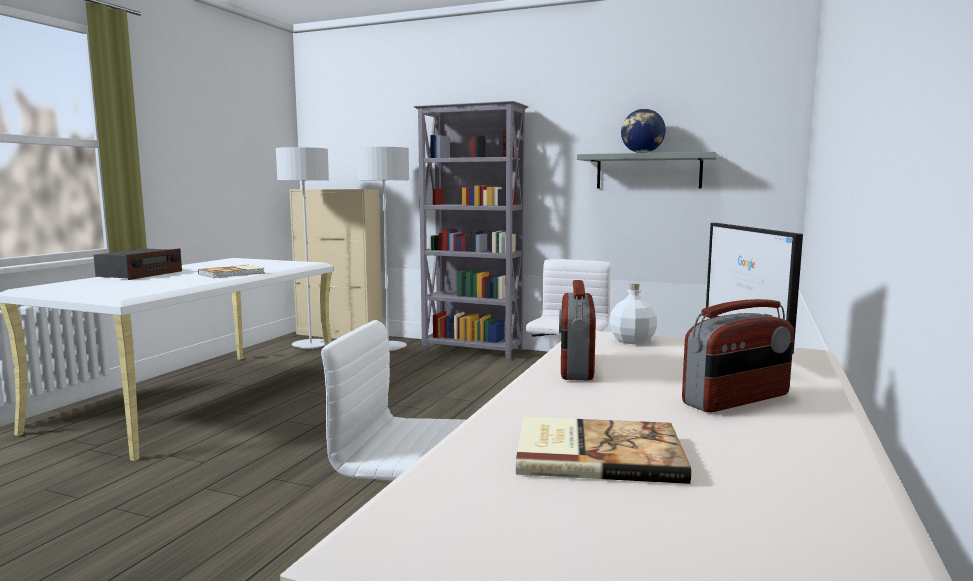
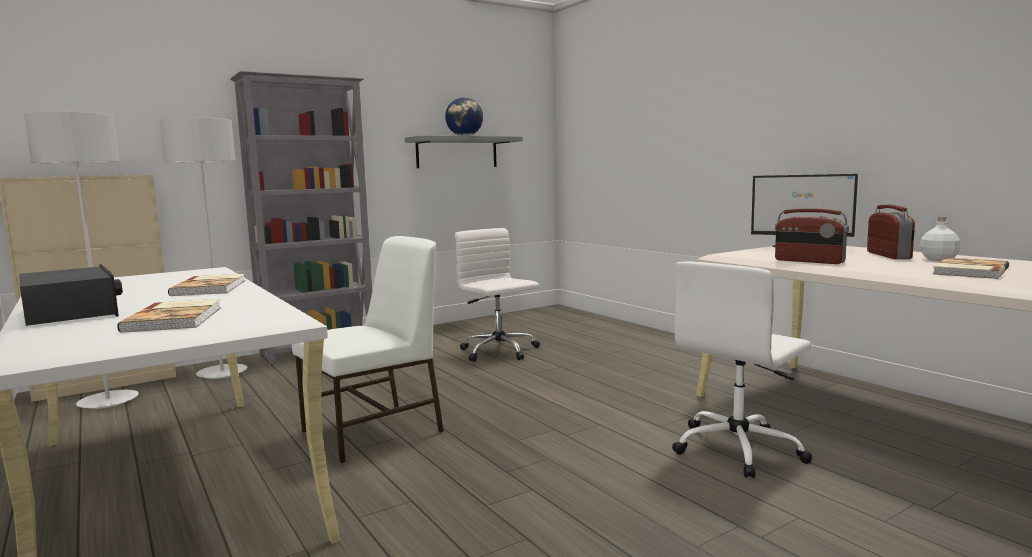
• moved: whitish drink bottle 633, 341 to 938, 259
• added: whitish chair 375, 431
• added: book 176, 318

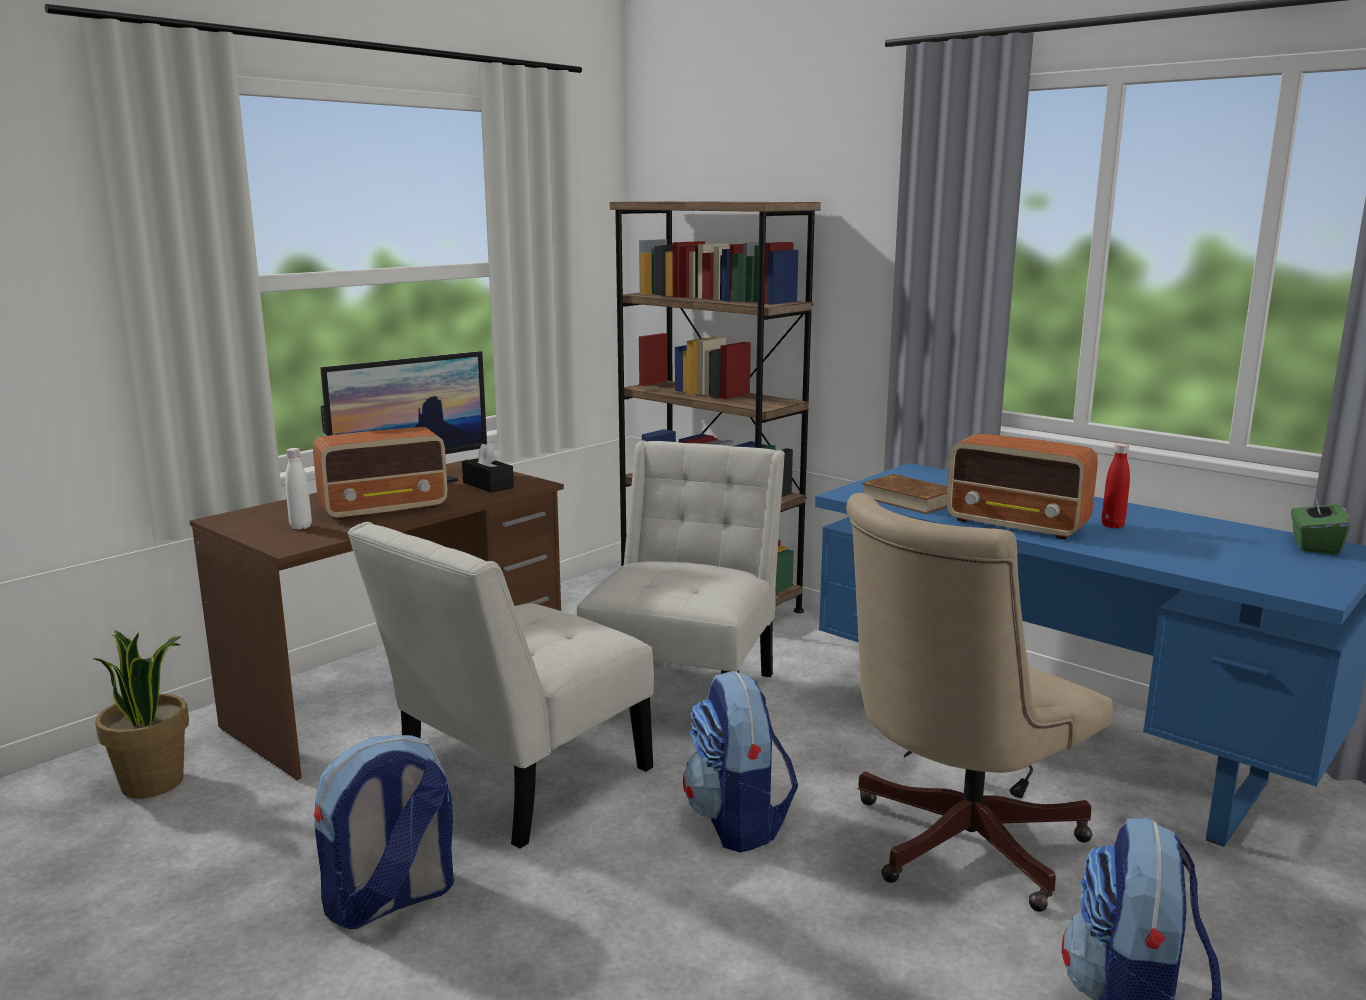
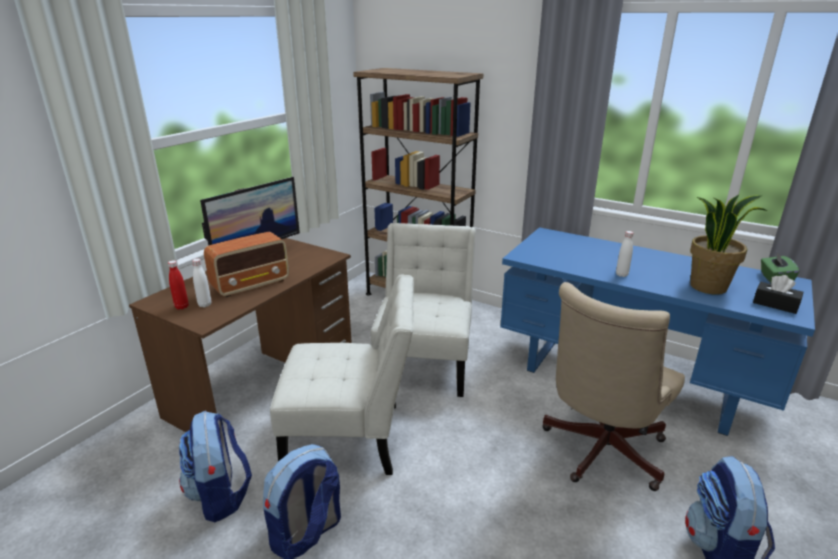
• replaced: radio 1018, 525 to whitish drink bottle 621, 275
• moved: blackish box of tissues 488, 485 to 775, 304
• moved: reddish drink bottle 1112, 525 to 182, 307
• removed: brown book 909, 500
• turned: whitish chair 515, 782 = 351, 438 120 degrees counterclockwise
• moved: houseplant 154, 782 to 708, 286
• moved: knapsack 738, 822 to 221, 495

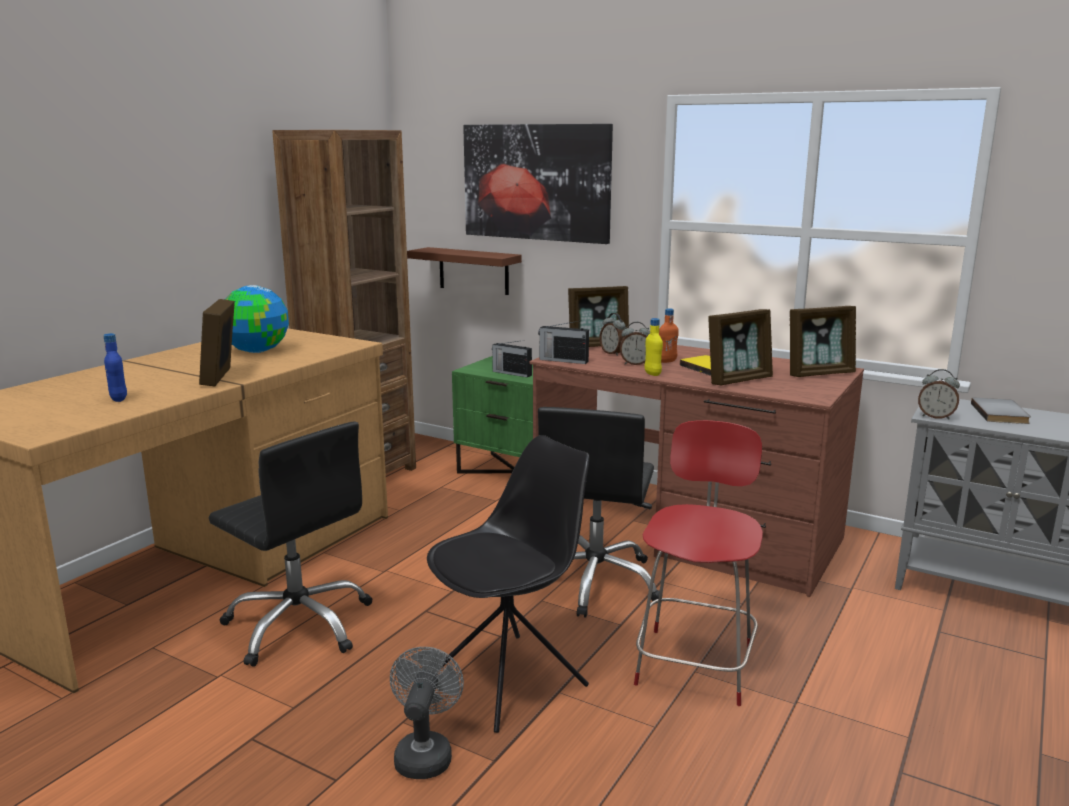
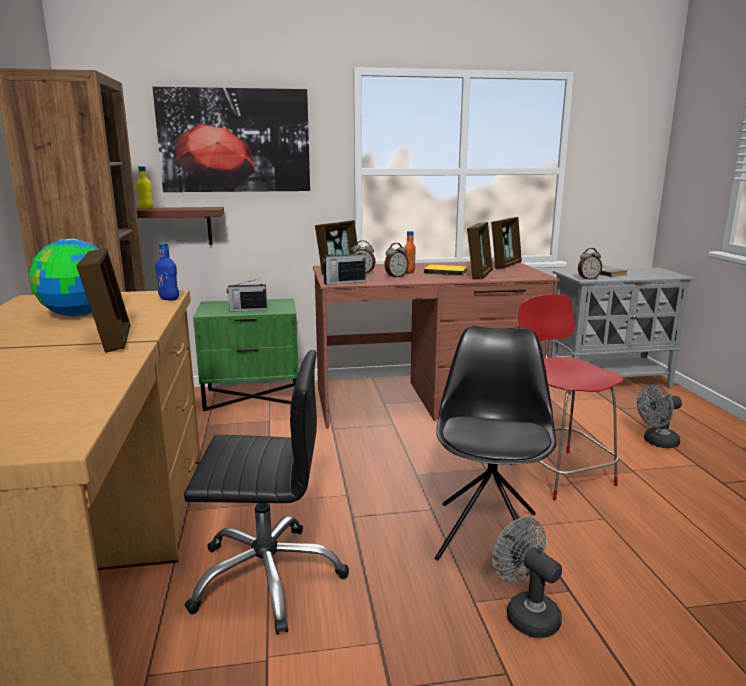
• turned: picture frame 221, 377 = 111, 340 150 degrees counterclockwise
• moved: yellow-coloured drink bottle 652, 374 to 146, 209
• moved: blue-coloured drink bottle 119, 399 to 169, 299
• removed: blackish desk chair 595, 582
• added: grey fan 656, 442

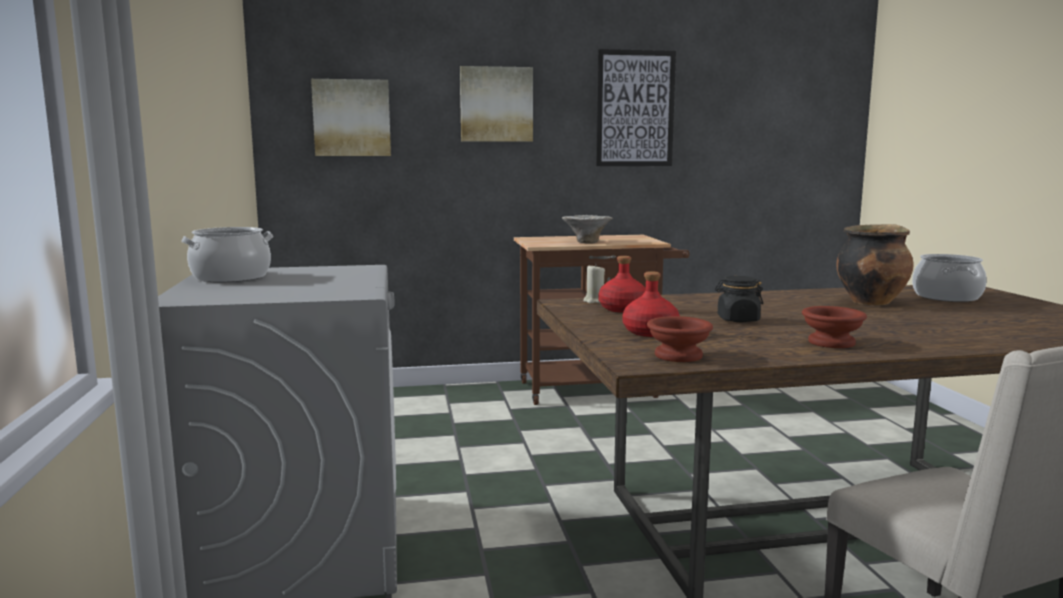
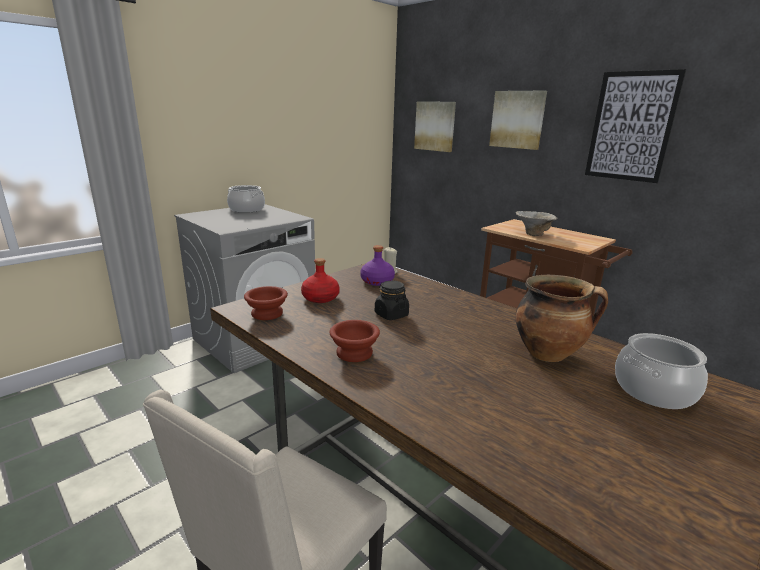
• recoloured: reddish drink bottle 623, 309 to purplish drink bottle 377, 281

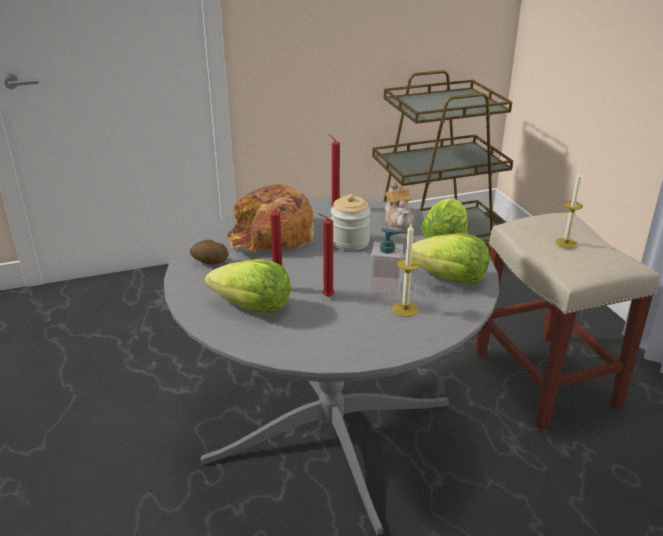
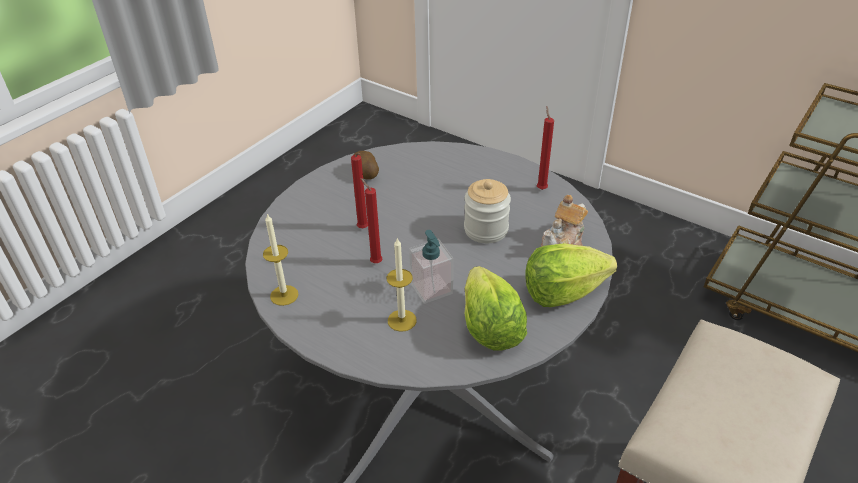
• moved: candle 565, 243 to 284, 295
• removed: bread 269, 235
• removed: head of lettuce 252, 307

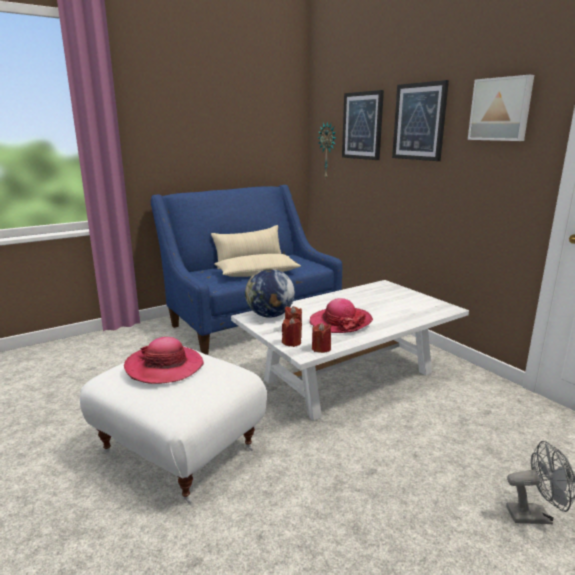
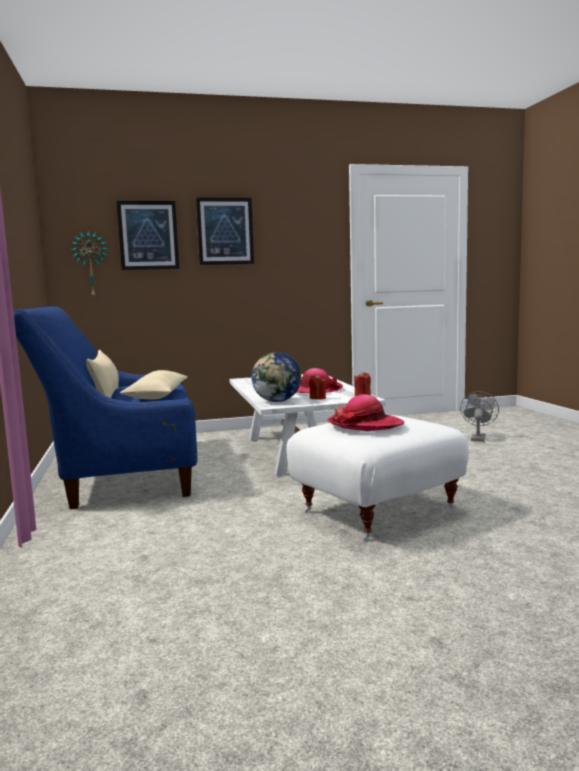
• removed: wall art 501, 109
• removed: reddish candle 291, 343

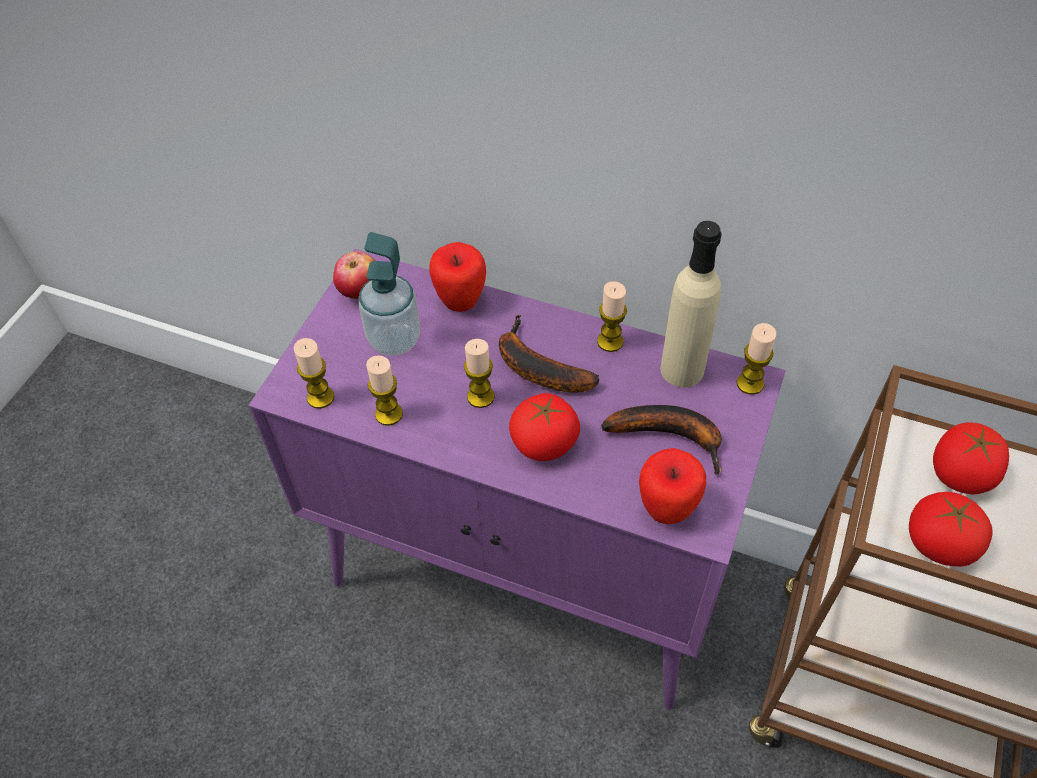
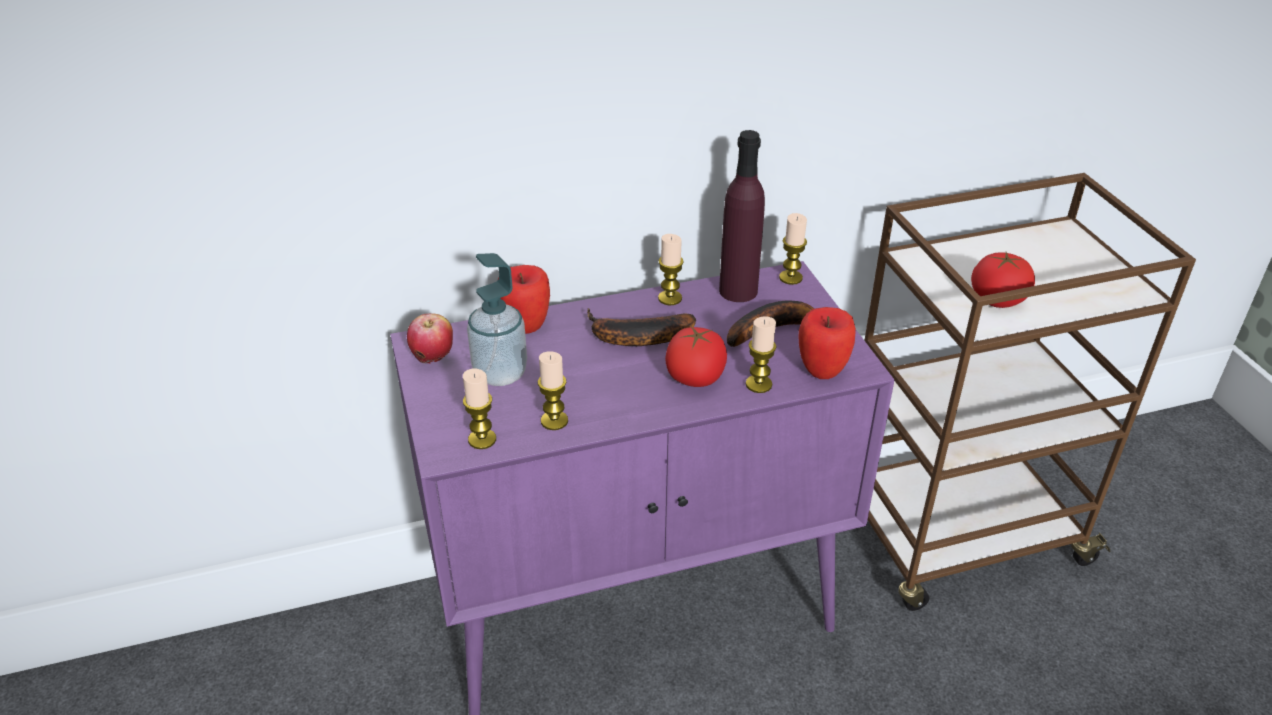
• recoloured: beige-coloured drink bottle 682, 369 to purplish drink bottle 738, 291
• moved: candle 480, 397 to 758, 384
• removed: whole tomato 960, 474

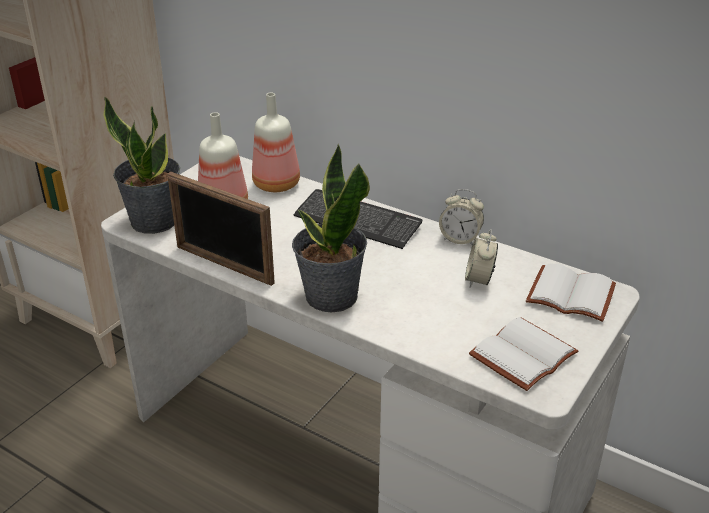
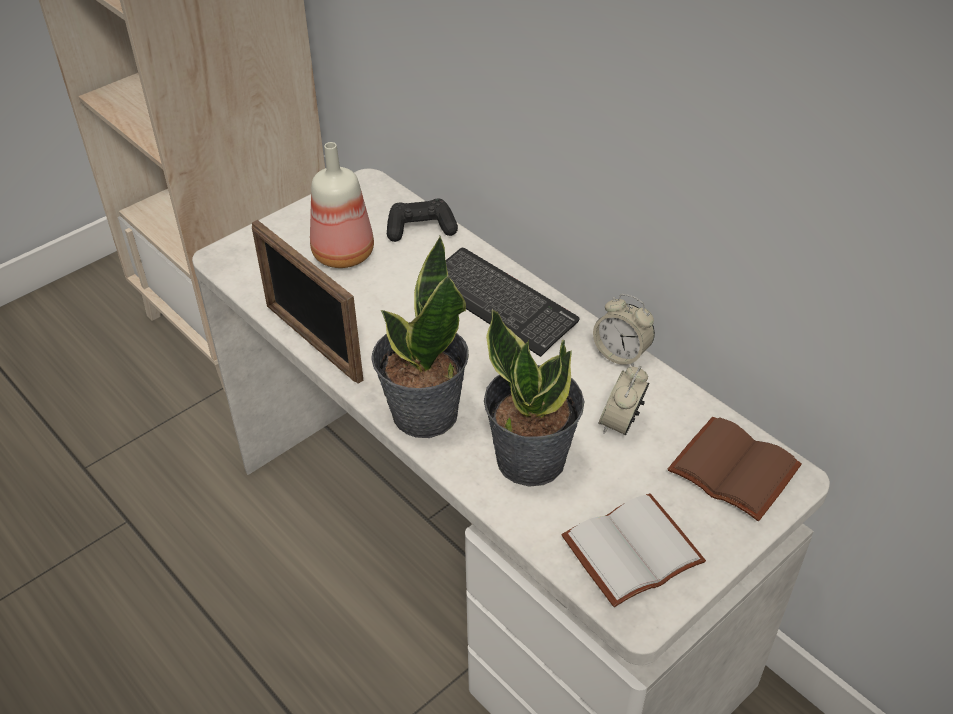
• replaced: drink bottle 277, 184 to blackish game controller 421, 228
• moved: houseplant 154, 220 to 531, 458
• recoloured: whitish book 569, 296 to brown book 730, 471

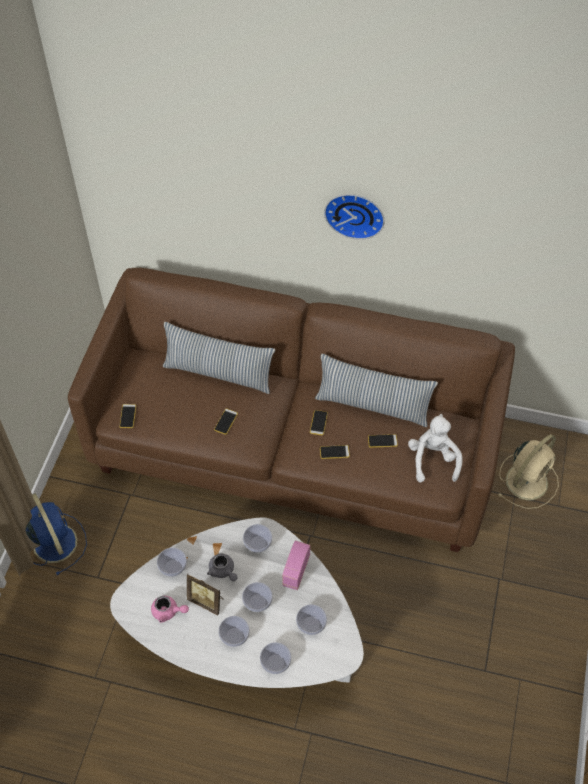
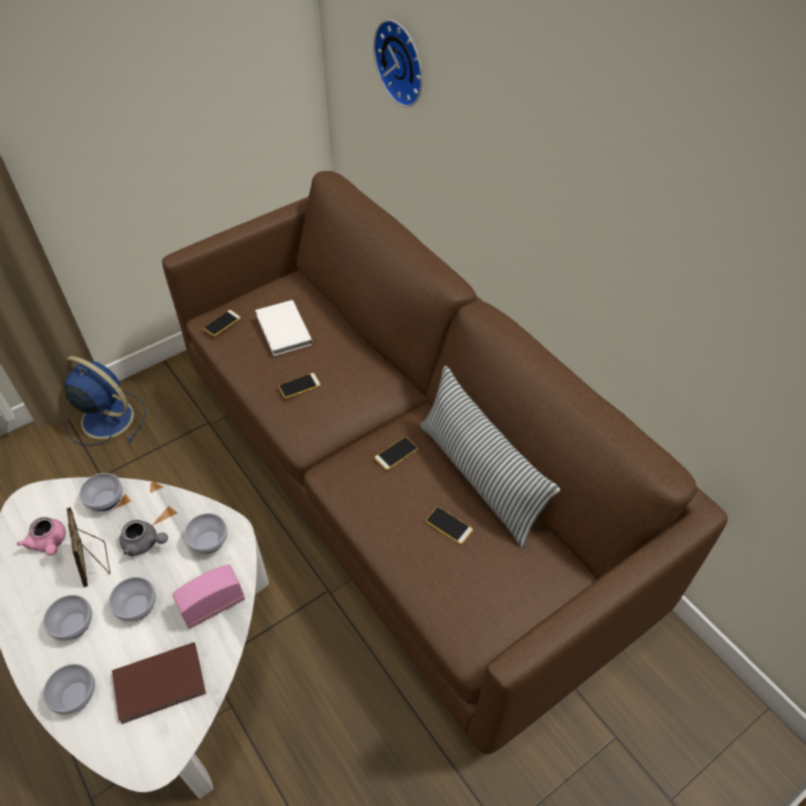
• moved: hanging clock 355, 213 to 403, 62
• removed: throw pillow 218, 373
• removed: whitish plush toy 433, 459
• removed: beige-coloured fan 527, 480
• removed: telephone 334, 452
• turned: blue-coloured fan 54, 541 = 105, 418 75 degrees counterclockwise
• turned: grey teapot 223, 571 = 144, 543 75 degrees counterclockwise
• replaced: deep dish 312, 624 to brown book 161, 684
• added: whitish book 282, 330

